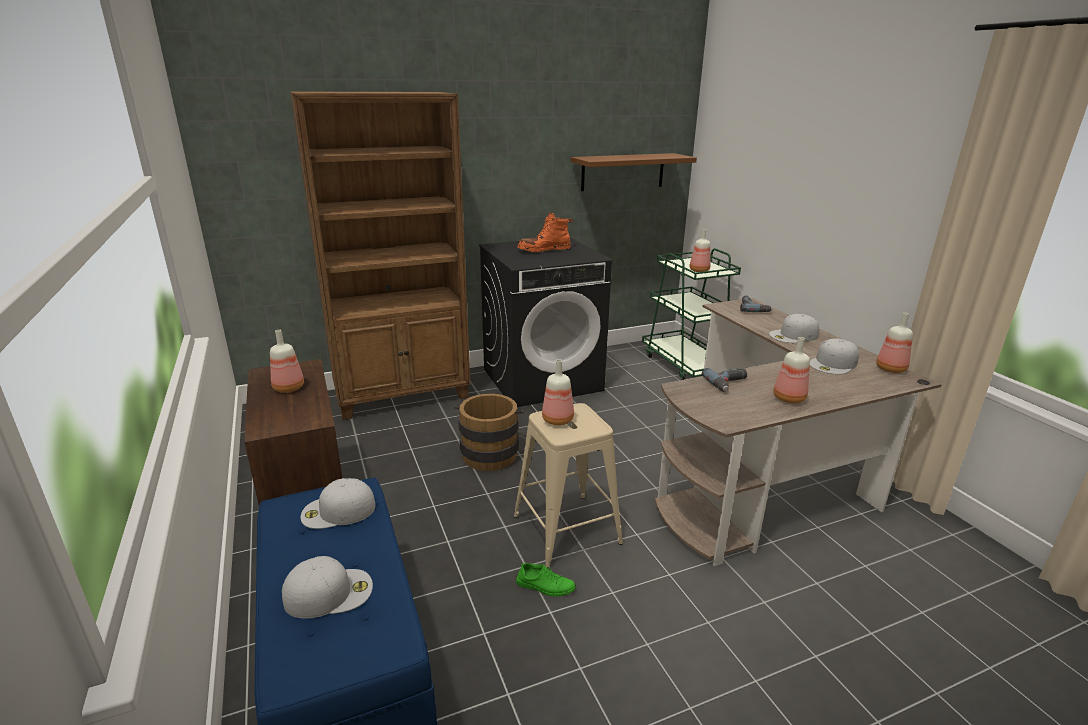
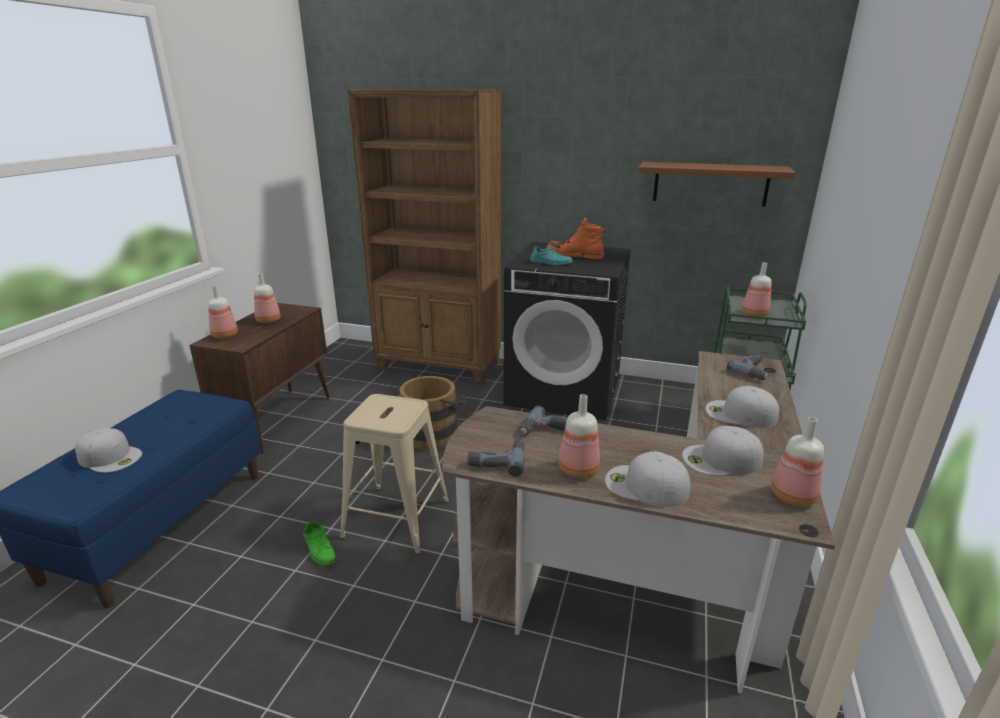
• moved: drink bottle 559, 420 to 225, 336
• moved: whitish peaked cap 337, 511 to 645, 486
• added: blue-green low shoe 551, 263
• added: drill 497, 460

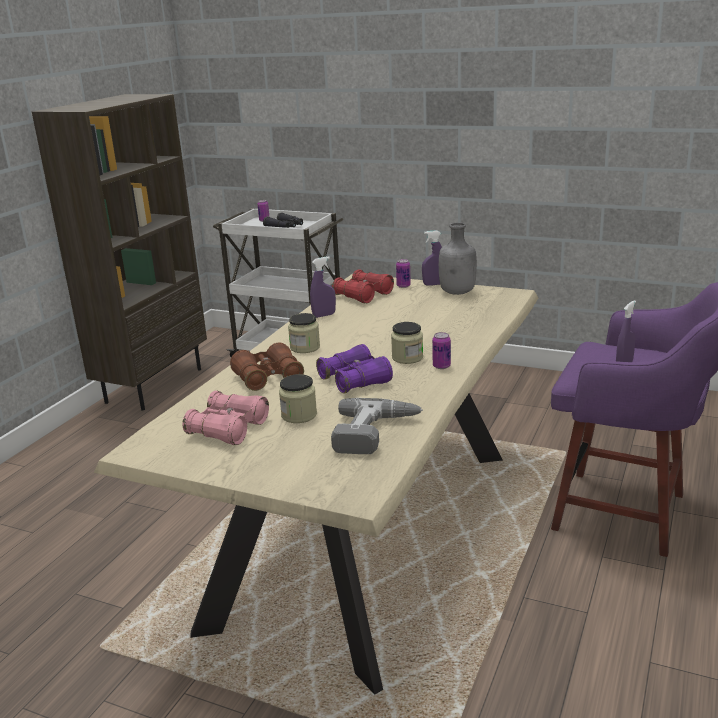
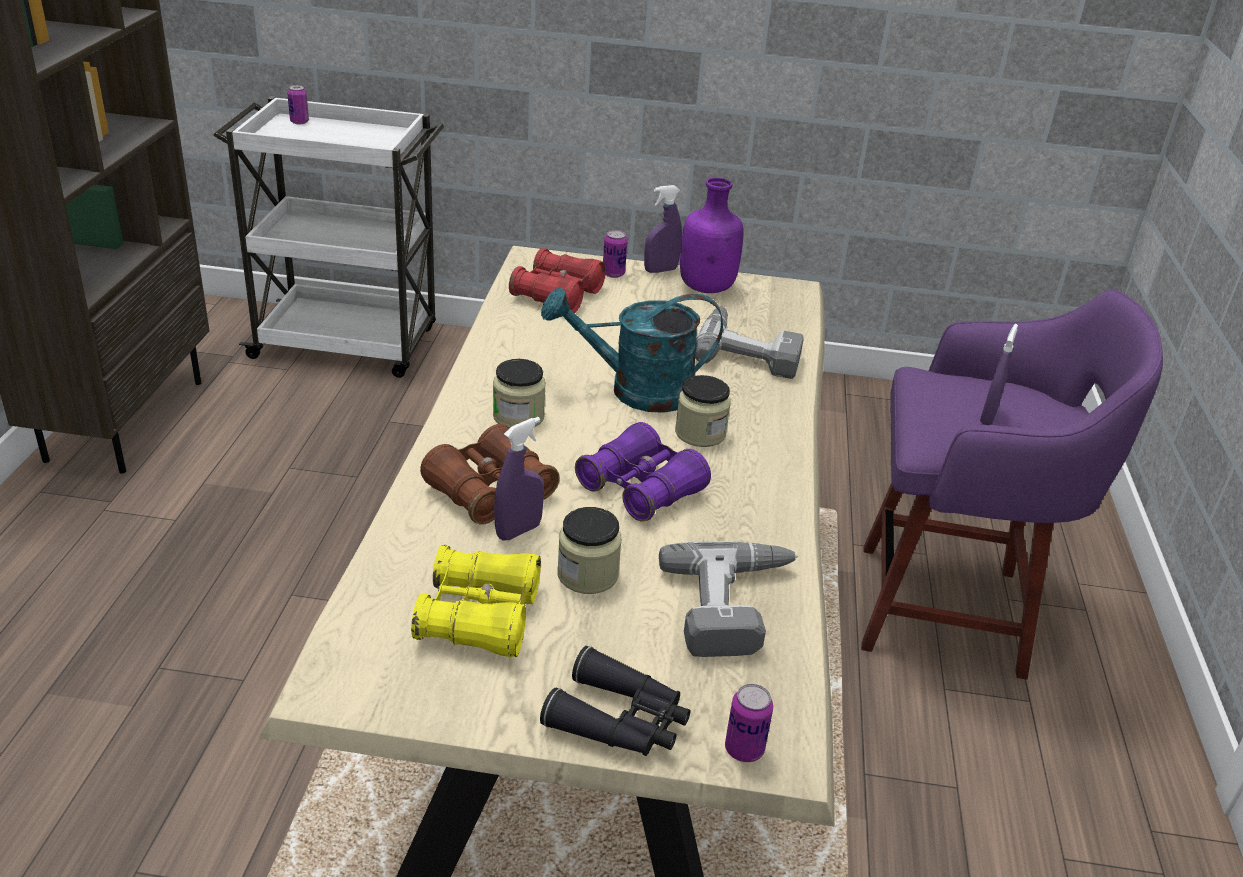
• moved: blackish binoculars 286, 227 to 620, 720
• recoloured: grey drink bottle 458, 292 to purplish drink bottle 708, 288
• moved: purplish spray bottle 324, 315 to 518, 531
• moved: can 441, 366 to 744, 749
• recoloured: pinkish binoculars 228, 429 to yellow-coloured binoculars 479, 617
• added: blue-green watering can 636, 391
• added: drill 749, 350

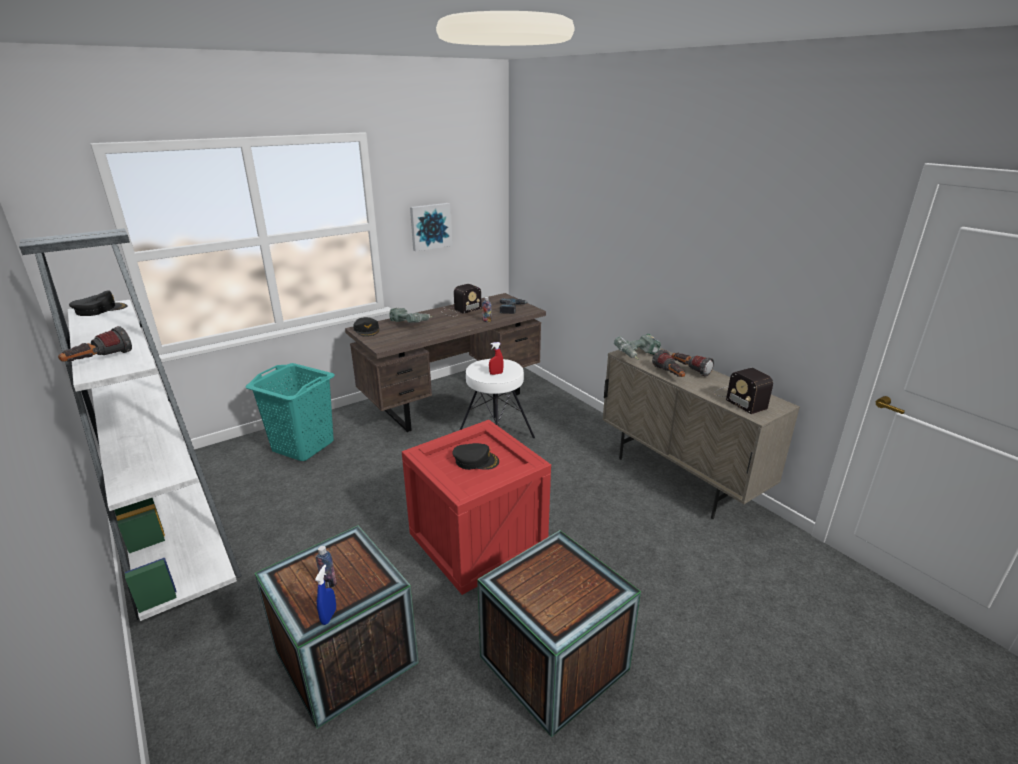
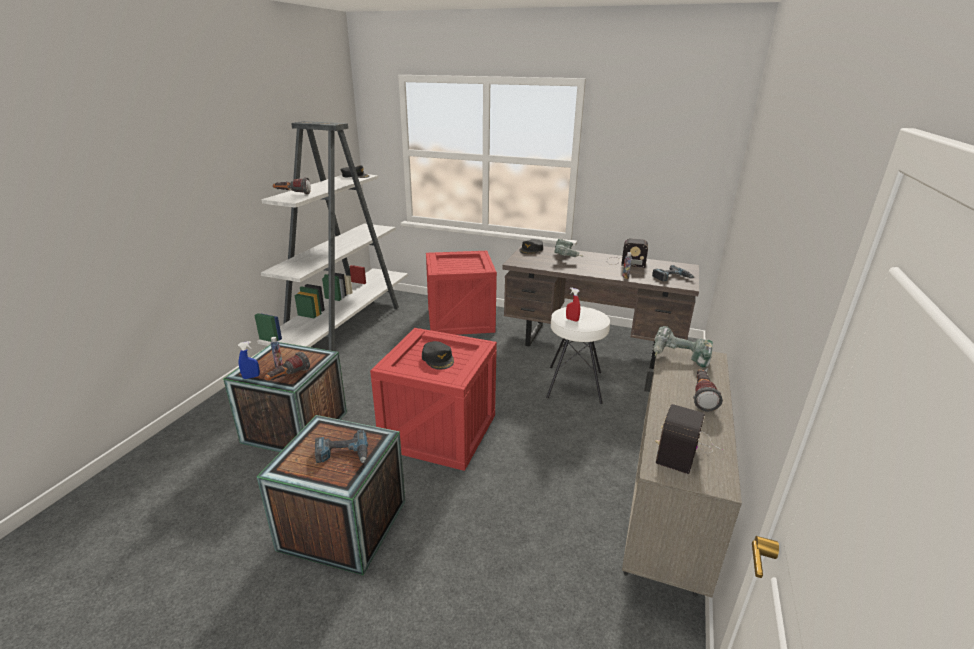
• removed: wall art 430, 226
• moved: flashlight 669, 375 to 288, 377
• replaced: blue-green hamper 303, 445 to crate 461, 319
• added: drill 342, 454

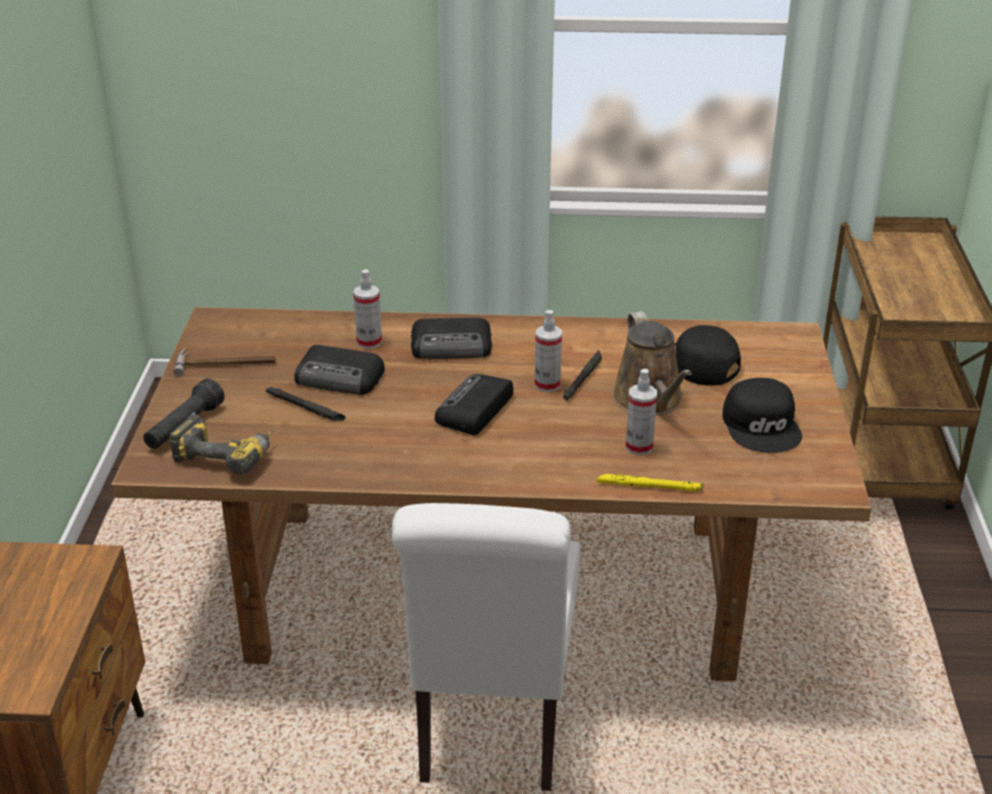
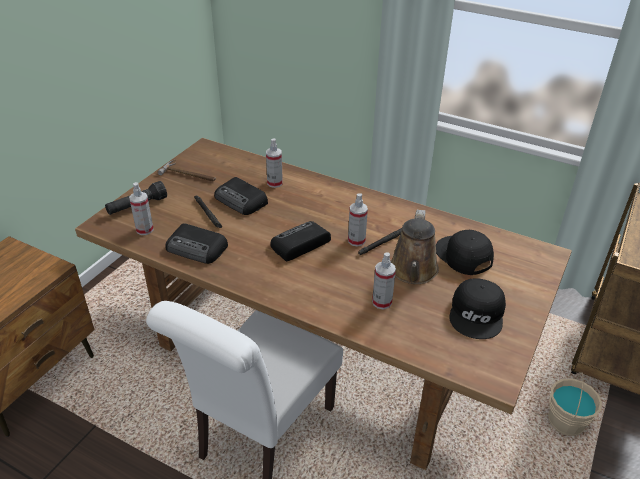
• moved: radio 453, 346 to 197, 248
• replaced: drill 228, 455 to spray bottle 144, 230
• removed: yellow-coloured flashlight 649, 487
• added: beige-coloured pail 566, 422

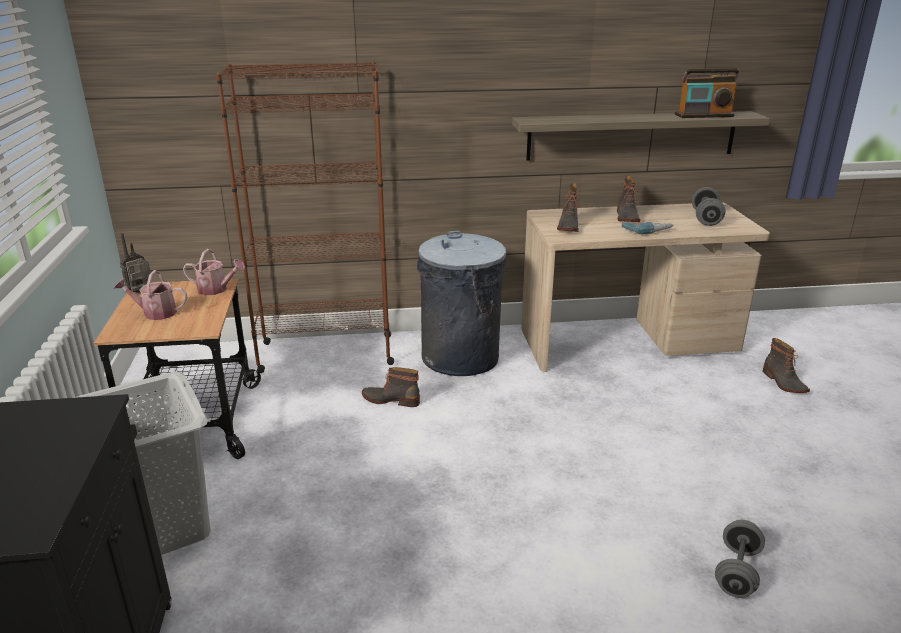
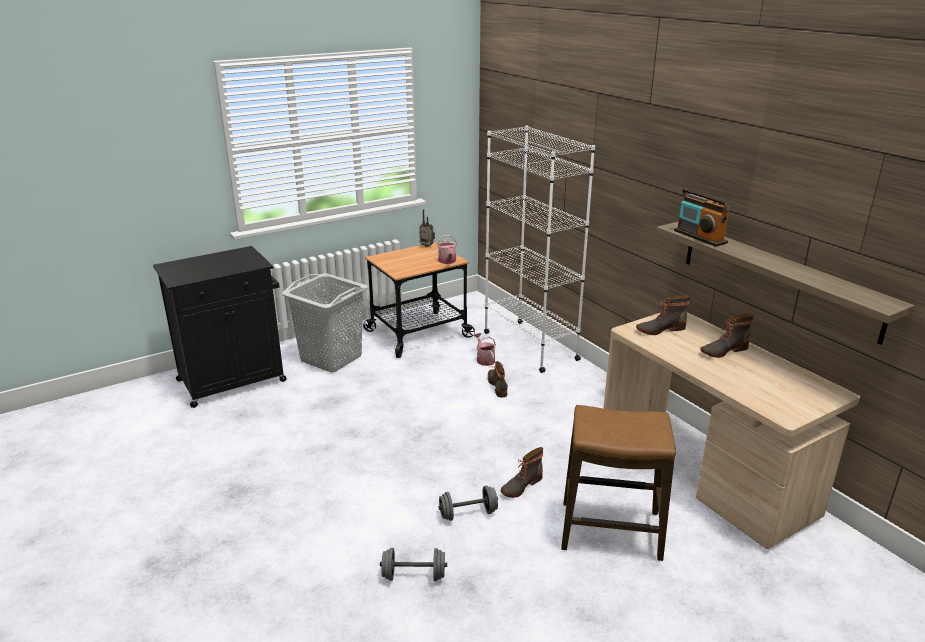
• recoloured: brown shelving unit 326, 353 to whitish shelving unit 530, 345
• moved: radio 704, 115 to 700, 237
• moved: grey hand weight 705, 219 to 468, 513
• removed: drill 646, 230
• removed: grey trash can 459, 358
• moved: watering can 155, 313 to 484, 359
• moved: high-top boot 783, 382 to 521, 485
• added: stool 610, 531

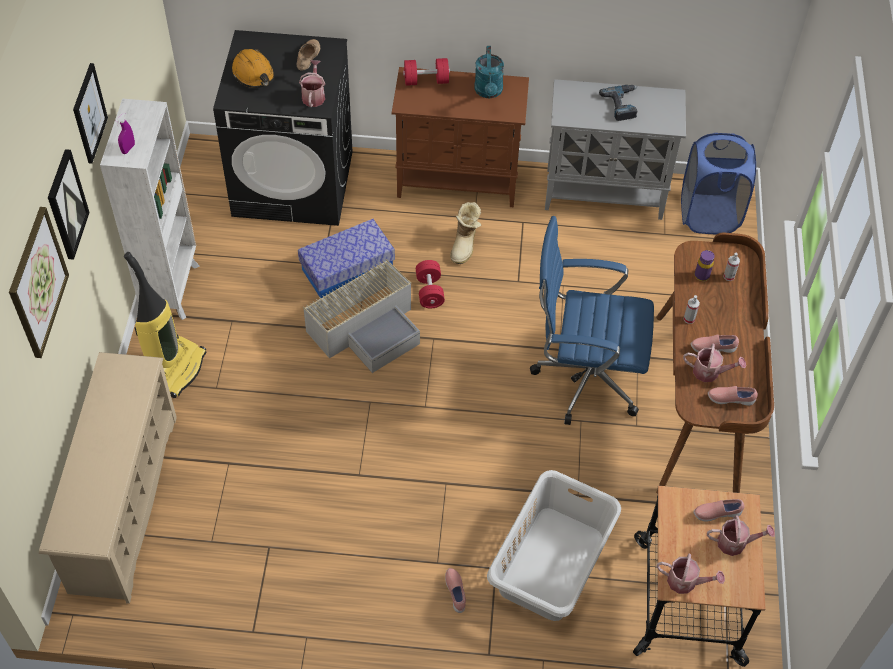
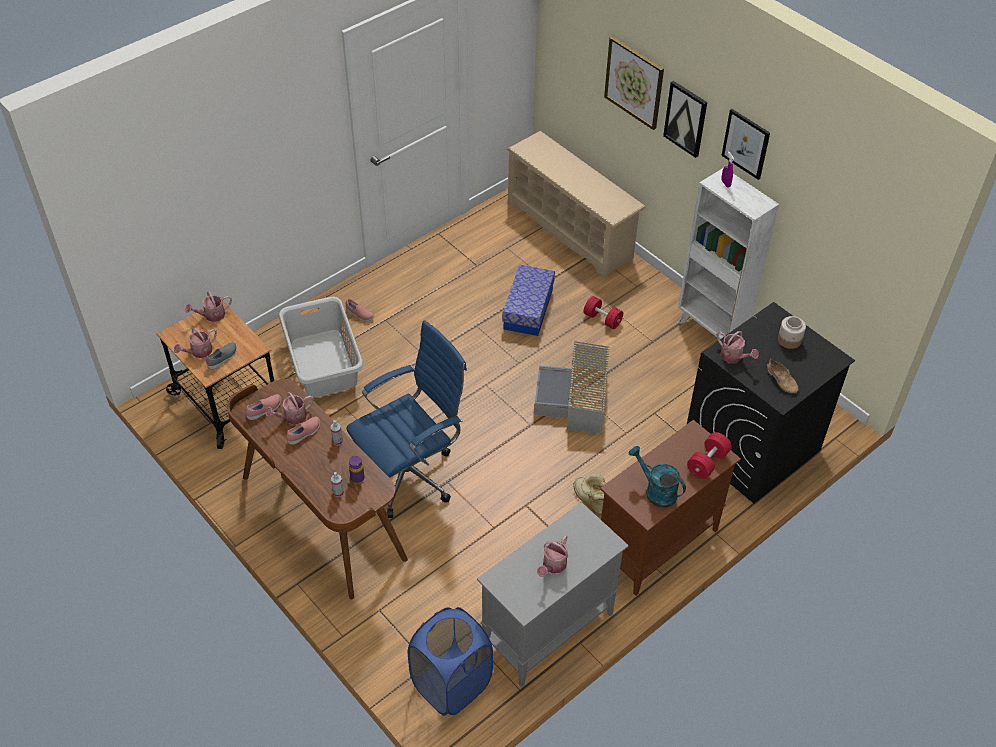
• replaced: orangey work helmet 254, 74 to jar 789, 340
• replaced: drill 623, 104 to watering can 553, 566
• moved: storage box 347, 269 to 528, 309
• removed: vacuum 175, 368
• moved: reddish hand weight 429, 291 to 602, 319
• recoloured: pinkish low shoe 716, 513 to grey low shoe 223, 359

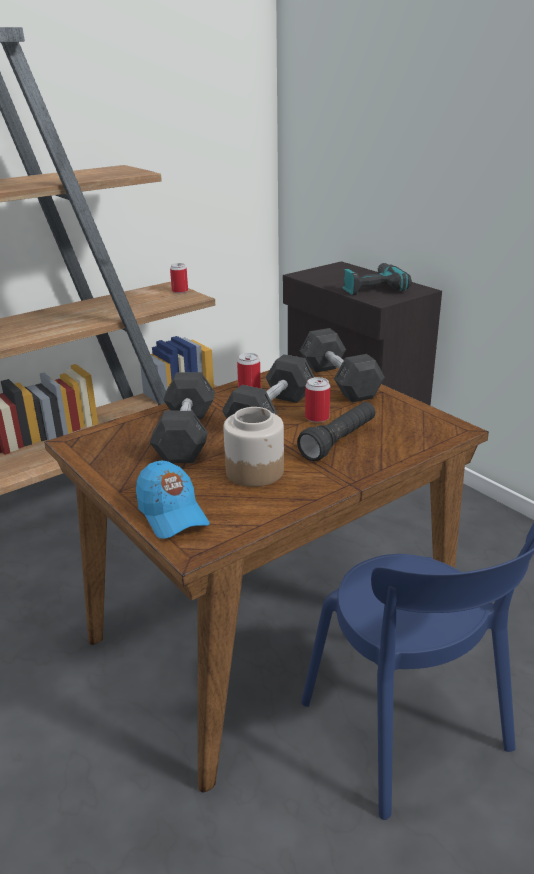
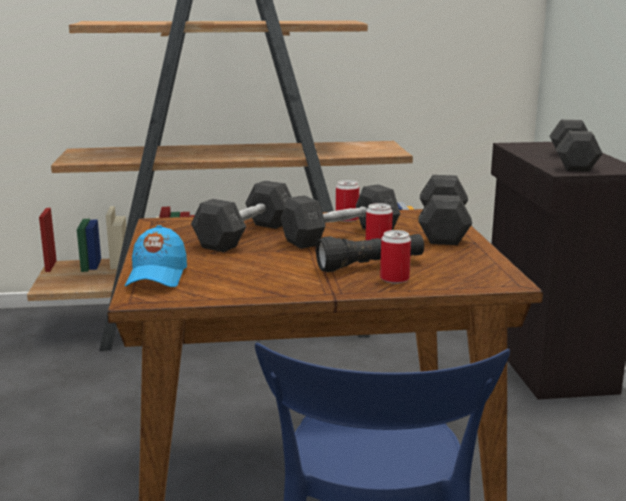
• moved: can 180, 291 to 394, 279
• replaced: drill 372, 287 to grey hand weight 572, 161
• removed: jar 255, 471

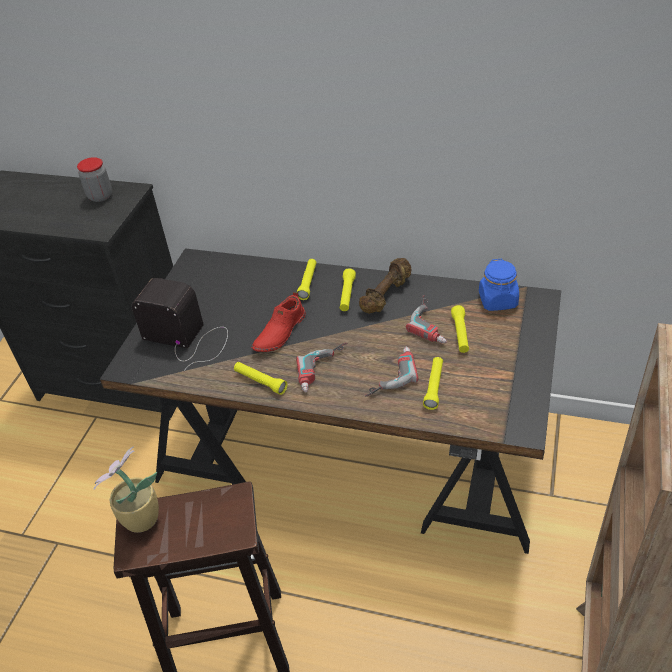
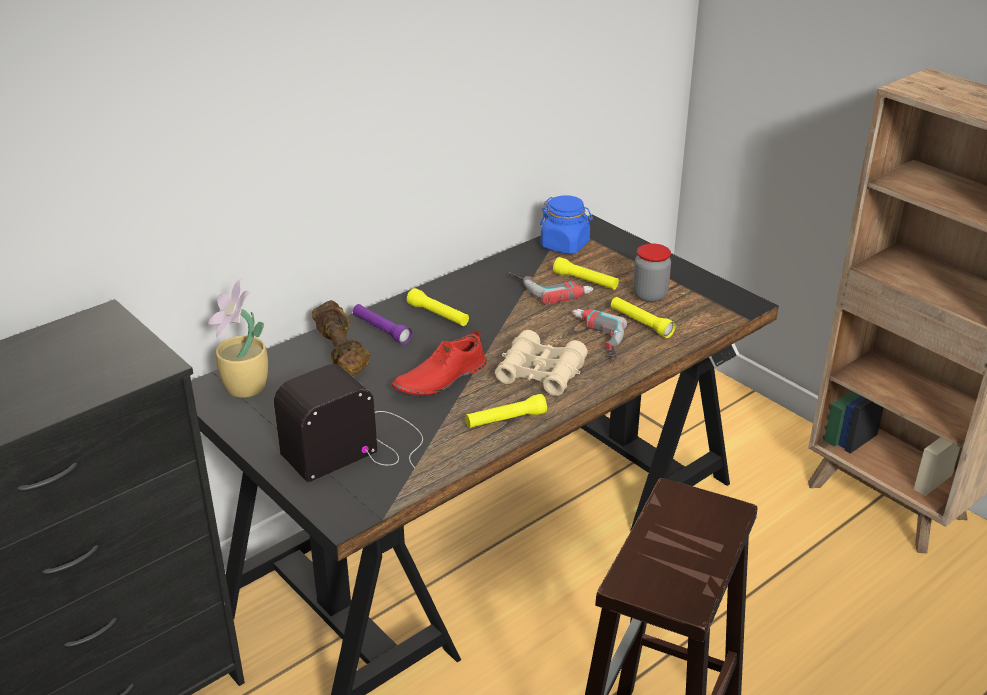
• moved: jar 100, 196 to 650, 295
• moved: brown hand weight 387, 295 to 342, 353
• recoloured: yellow-coloured flashlight 308, 283 to purplish flashlight 381, 330
• turned: reddish low shoe 279, 332 = 440, 378 75 degrees clockwise
• replaced: drill 325, 370 to beige-coloured binoculars 541, 373
• moved: houseplant 139, 520 to 246, 389

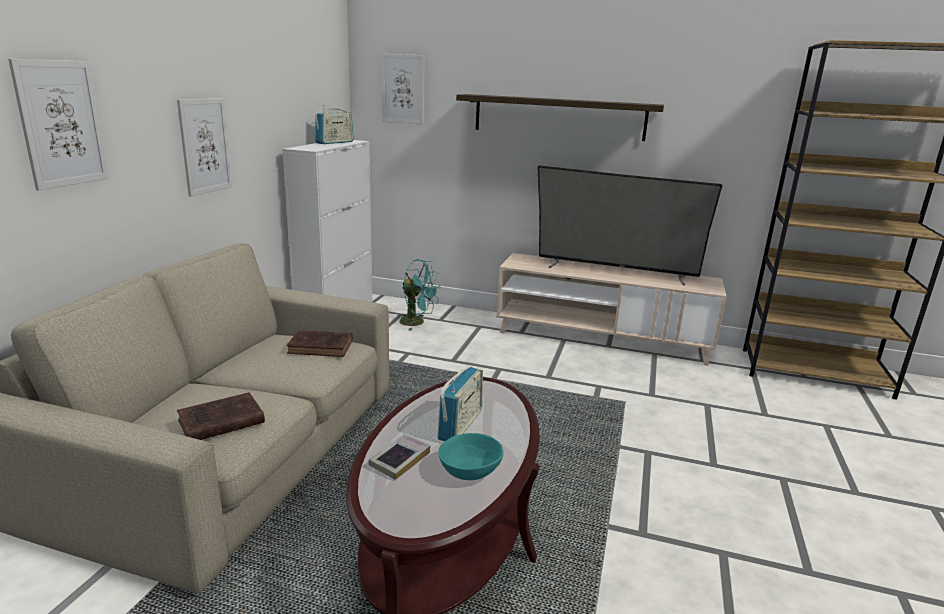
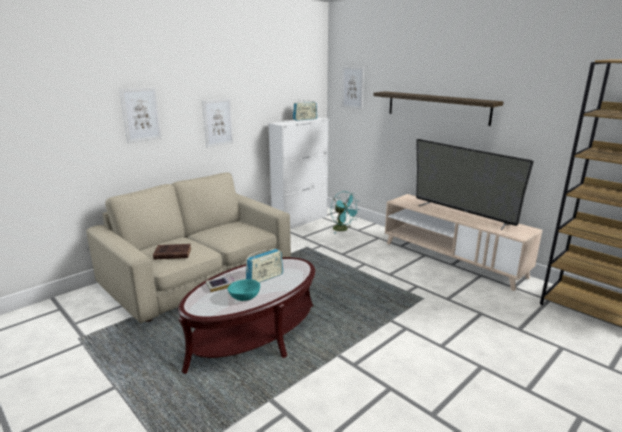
• removed: brown book 322, 347

